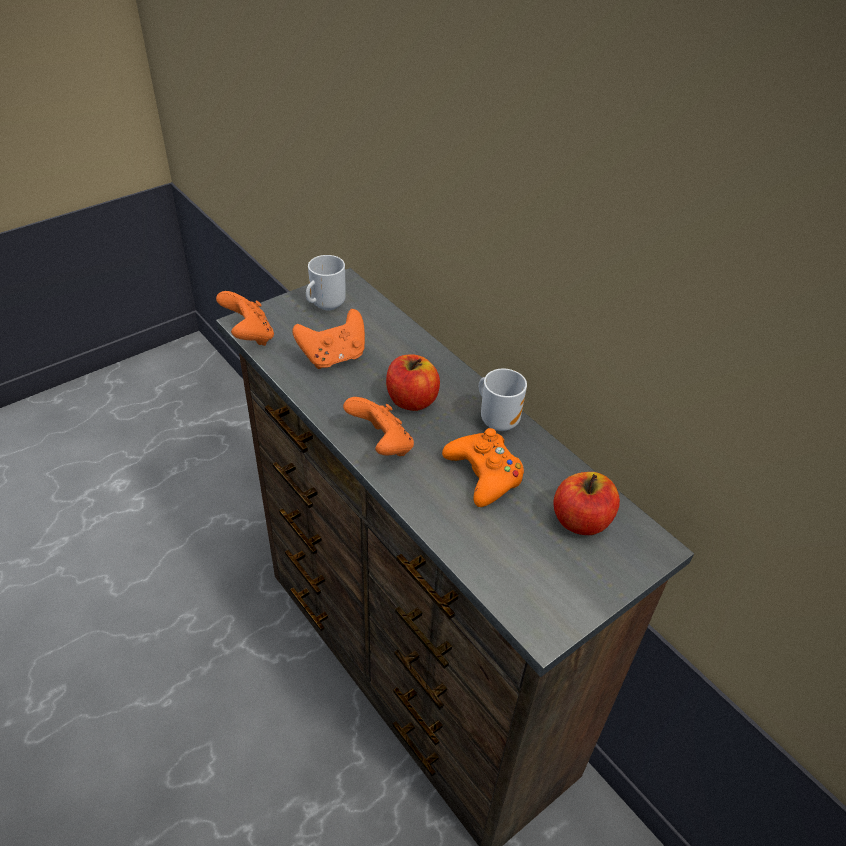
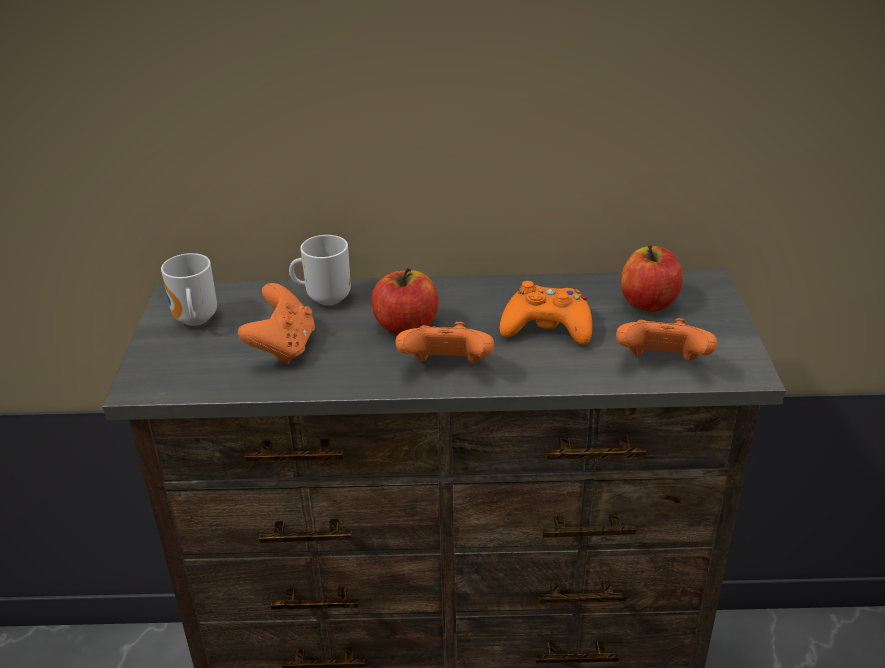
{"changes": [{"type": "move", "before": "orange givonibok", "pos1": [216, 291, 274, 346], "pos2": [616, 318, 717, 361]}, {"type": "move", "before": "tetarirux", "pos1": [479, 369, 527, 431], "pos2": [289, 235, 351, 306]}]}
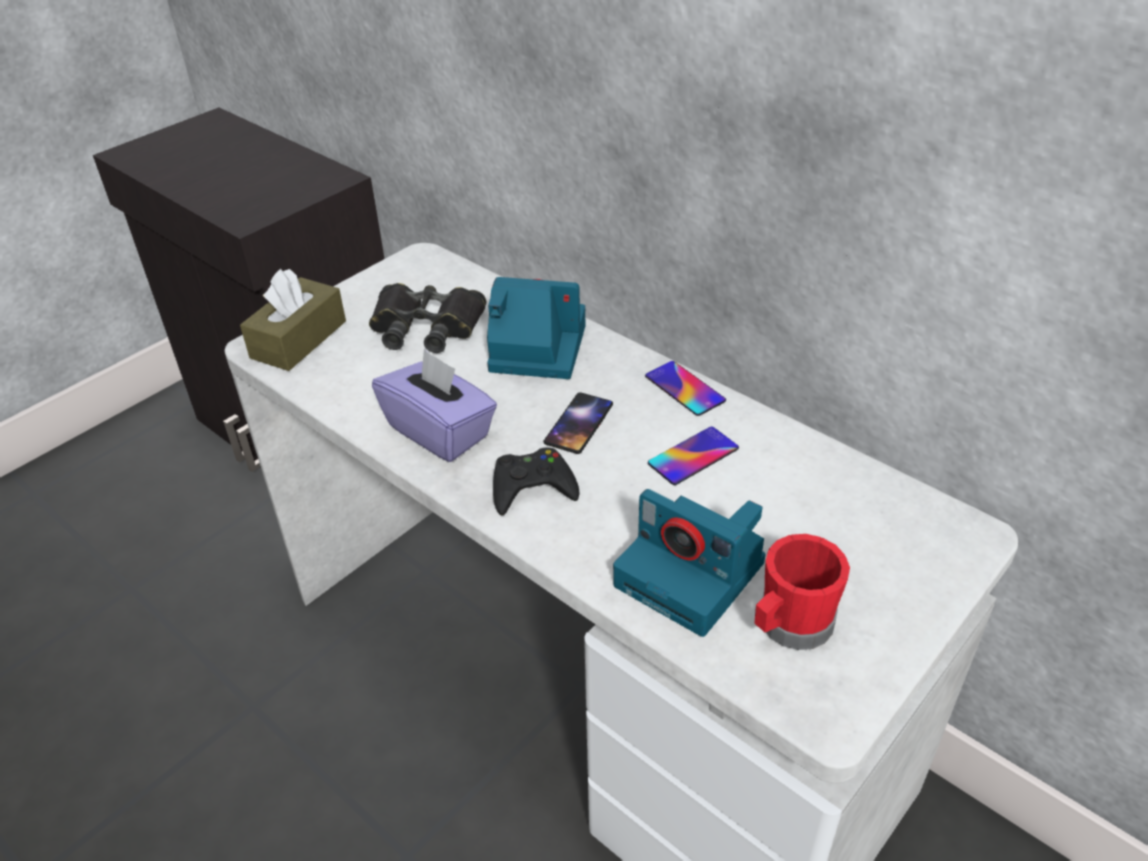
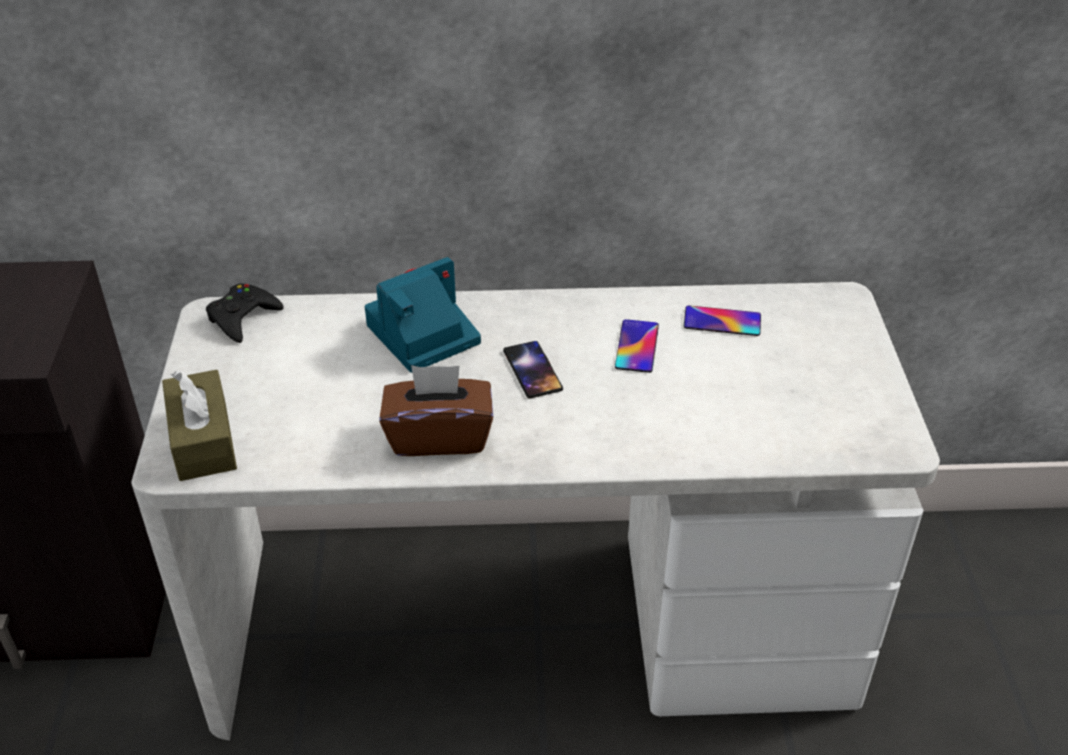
{"changes": [{"type": "delete", "before": "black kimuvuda", "pos1": [369, 283, 486, 353]}, {"type": "delete", "before": "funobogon", "pos1": [613, 489, 765, 637]}, {"type": "delete", "before": "red tetarirux", "pos1": [754, 534, 850, 650]}, {"type": "move", "before": "black givonibok", "pos1": [493, 447, 580, 515], "pos2": [206, 283, 284, 343]}, {"type": "move", "before": "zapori", "pos1": [645, 361, 726, 416], "pos2": [684, 305, 761, 336]}, {"type": "recolor", "before": "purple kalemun", "after": "brown kalemun", "pos1": [372, 349, 497, 462], "pos2": [379, 365, 493, 456]}]}
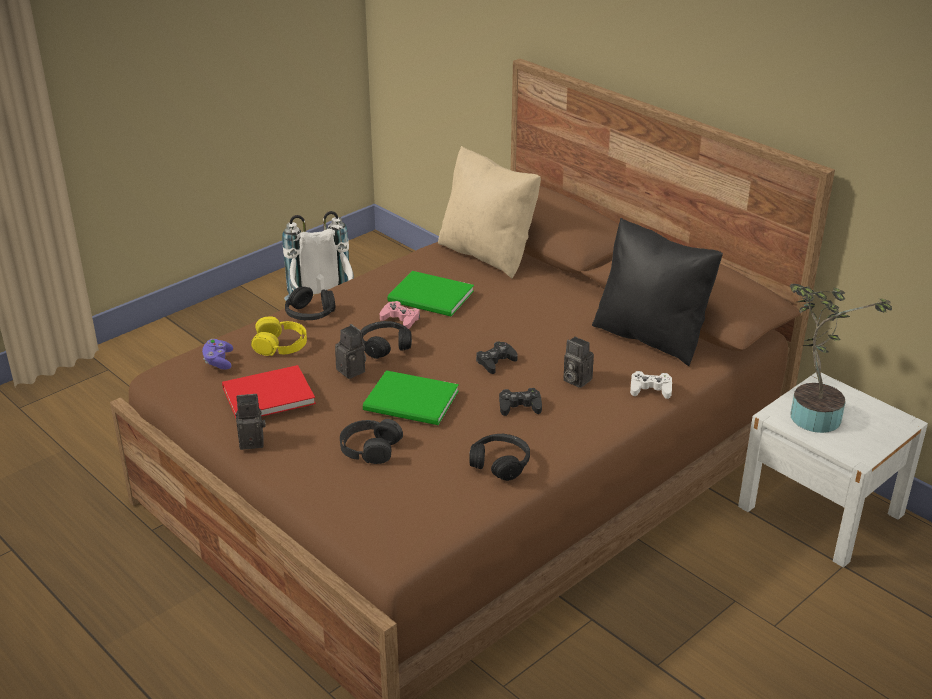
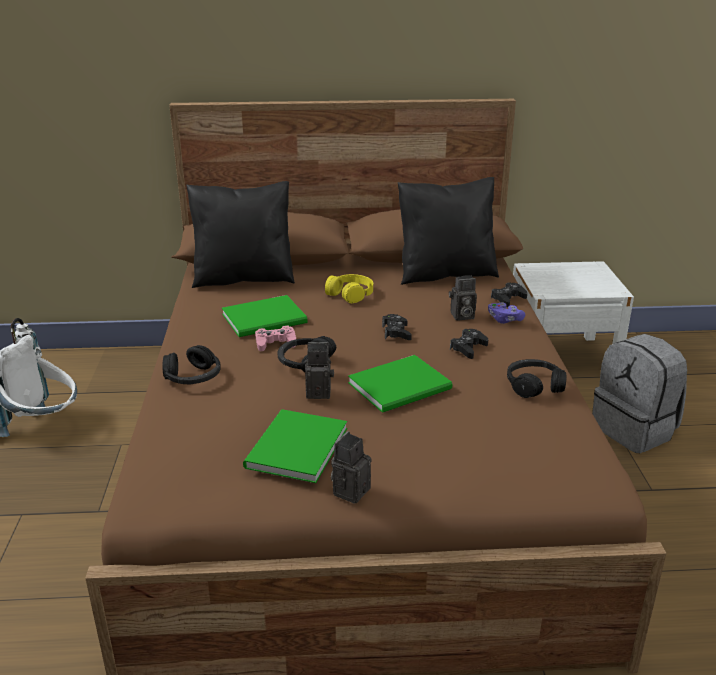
{"changes": [{"type": "delete", "before": "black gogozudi", "pos1": [340, 419, 403, 464]}, {"type": "delete", "before": "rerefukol", "pos1": [790, 284, 892, 433]}, {"type": "insert", "after": "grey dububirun", "pos2": [592, 334, 687, 453]}, {"type": "move", "before": "purple givonibok", "pos1": [202, 339, 233, 370], "pos2": [488, 302, 525, 324]}, {"type": "move", "before": "yellow gogozudi", "pos1": [251, 316, 307, 356], "pos2": [325, 274, 373, 303]}, {"type": "recolor", "before": "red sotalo", "after": "green sotalo", "pos1": [222, 365, 316, 418], "pos2": [243, 409, 347, 483]}, {"type": "recolor", "before": "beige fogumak", "after": "black fogumak", "pos1": [438, 146, 541, 279], "pos2": [186, 181, 295, 288]}, {"type": "recolor", "before": "white givonibok", "after": "black givonibok", "pos1": [630, 371, 672, 399], "pos2": [491, 282, 527, 307]}]}
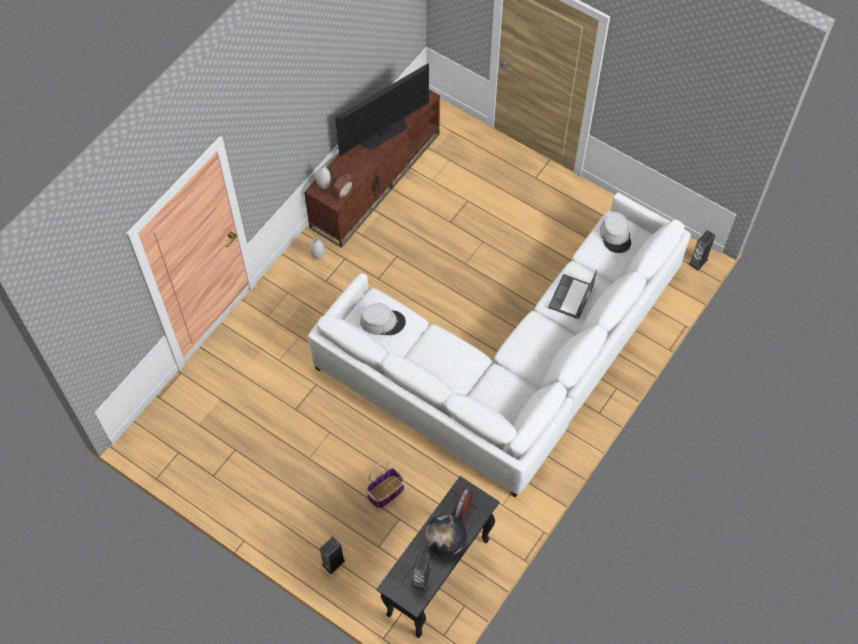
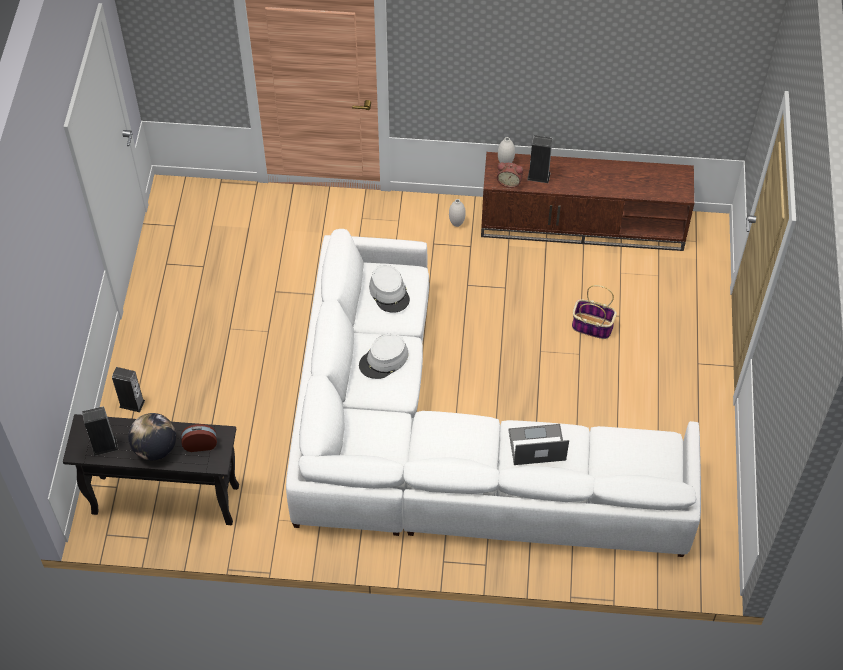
{"changes": [{"type": "delete", "before": "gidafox", "pos1": [335, 63, 429, 156]}, {"type": "move", "before": "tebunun", "pos1": [366, 461, 405, 508], "pos2": [572, 285, 617, 339]}, {"type": "move", "before": "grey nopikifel", "pos1": [600, 212, 631, 253], "pos2": [359, 334, 409, 379]}, {"type": "move", "before": "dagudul", "pos1": [689, 230, 715, 271], "pos2": [527, 135, 553, 183]}]}
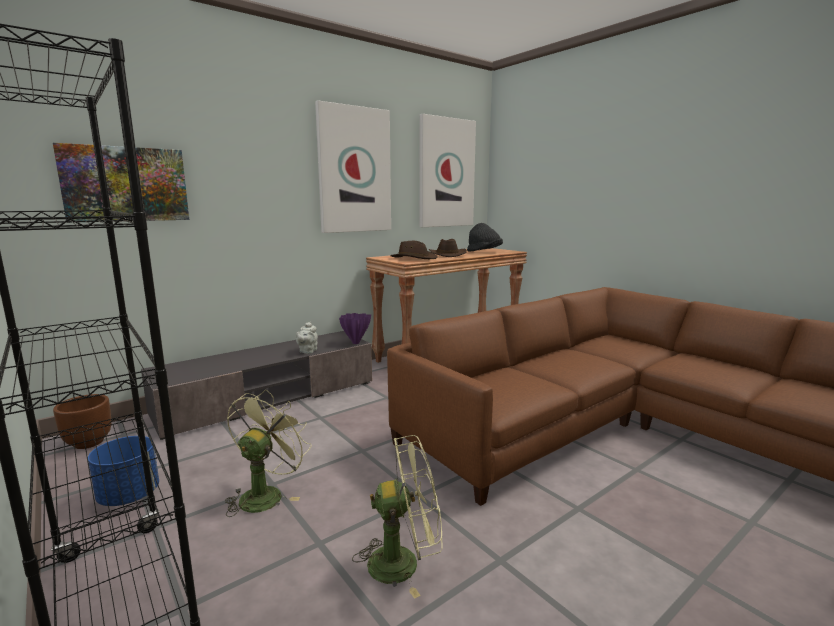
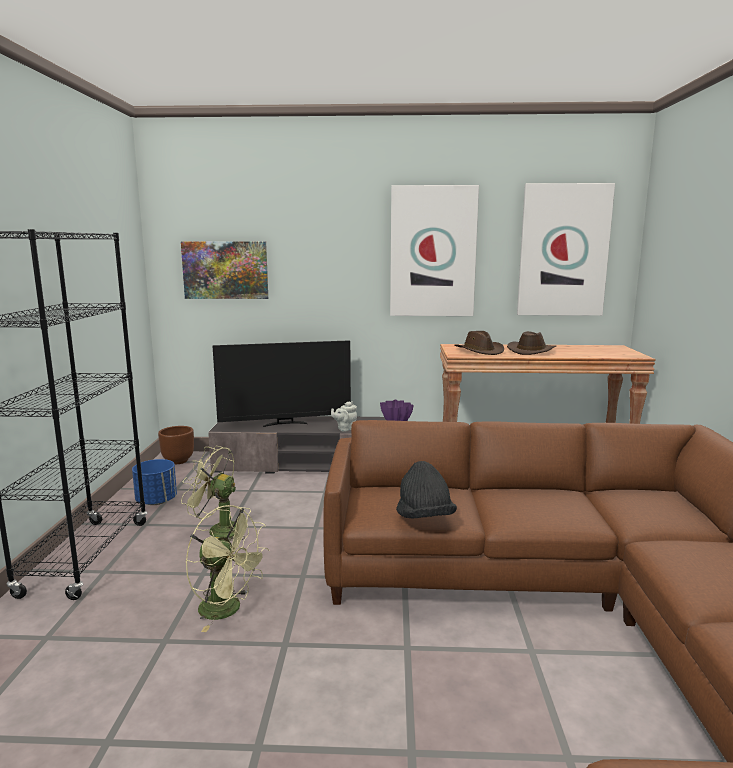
{"changes": [{"type": "insert", "after": "gidafox", "pos2": [213, 340, 351, 427]}, {"type": "move", "before": "black nopikifel", "pos1": [467, 223, 503, 252], "pos2": [396, 461, 457, 519]}, {"type": "rotate", "before": "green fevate", "pos1": [225, 390, 312, 517], "pos2": [181, 446, 245, 541], "turn": -135}]}
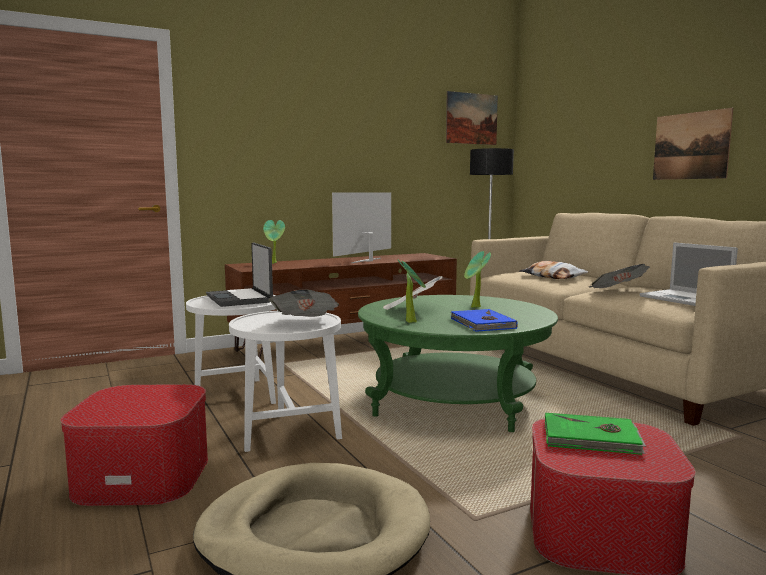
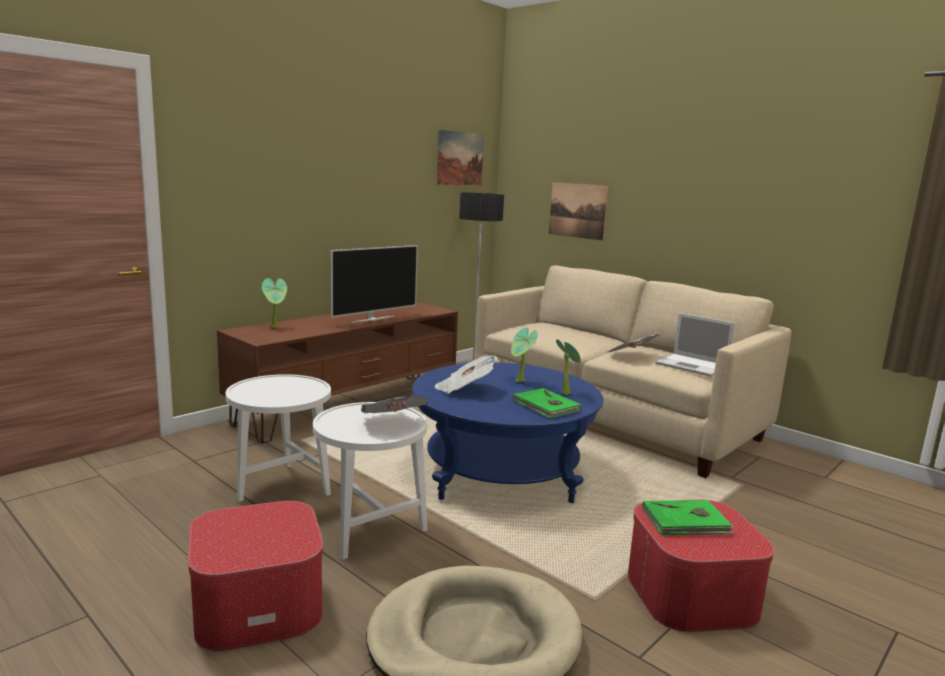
{"changes": [{"type": "delete", "before": "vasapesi", "pos1": [206, 242, 273, 307]}, {"type": "delete", "before": "fogumak", "pos1": [519, 261, 589, 279]}, {"type": "move", "before": "rerefukol", "pos1": [398, 260, 426, 323], "pos2": [556, 339, 581, 395]}, {"type": "move", "before": "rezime", "pos1": [653, 108, 733, 180], "pos2": [549, 182, 608, 241]}, {"type": "recolor", "before": "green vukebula", "after": "blue vukebula", "pos1": [358, 295, 558, 432], "pos2": [412, 362, 603, 503]}, {"type": "recolor", "before": "blue sotalo", "after": "green sotalo", "pos1": [450, 309, 518, 332], "pos2": [512, 388, 581, 419]}, {"type": "rotate", "before": "gidafox", "pos1": [332, 192, 391, 263], "pos2": [331, 245, 418, 323], "turn": -150}]}
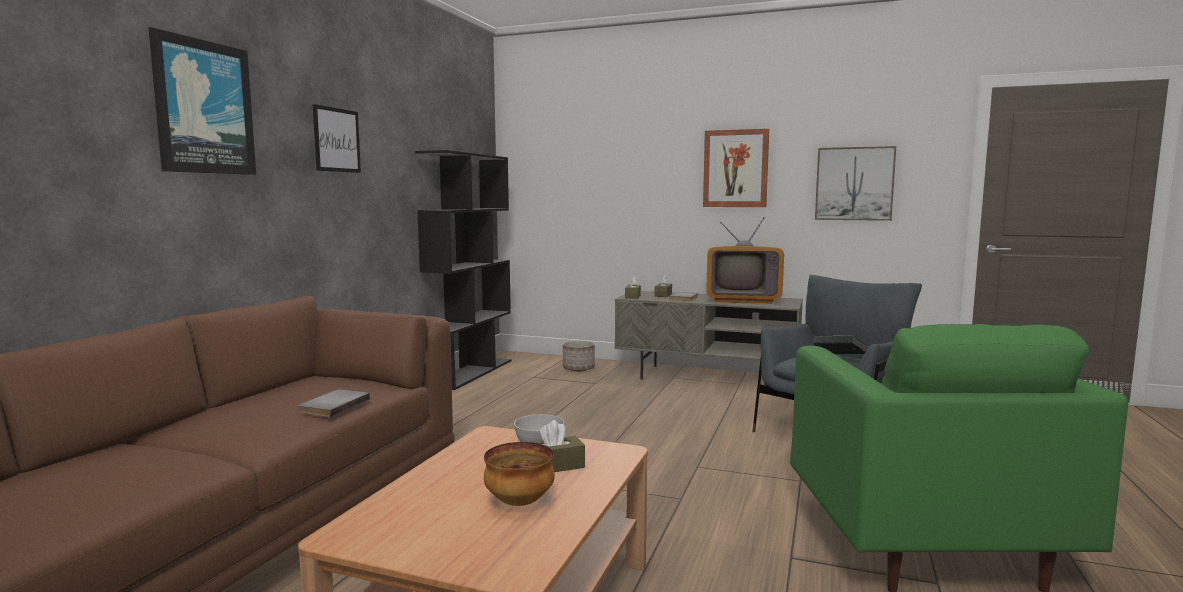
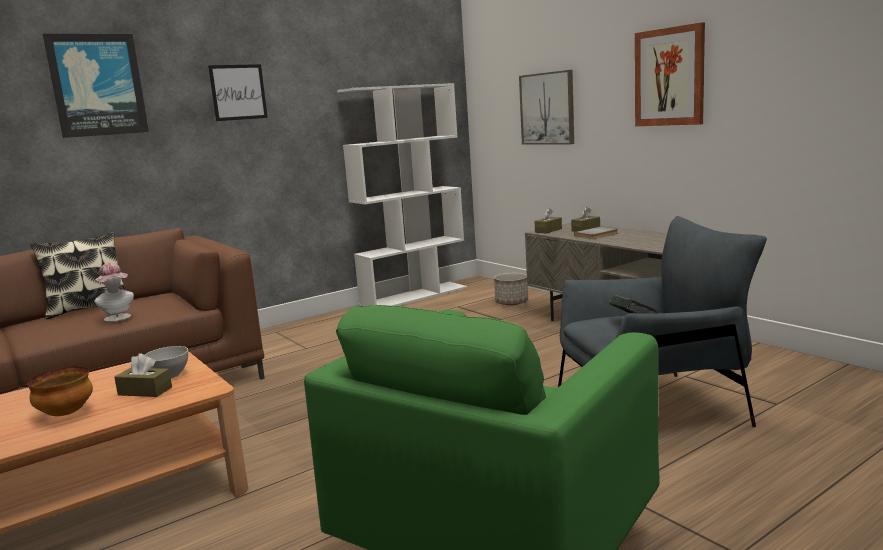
{"changes": [{"type": "delete", "before": "gidafox", "pos1": [706, 217, 784, 304]}, {"type": "insert", "after": "fogumak", "pos2": [30, 231, 125, 319]}, {"type": "move", "before": "rezime", "pos1": [815, 146, 896, 221], "pos2": [519, 70, 574, 145]}, {"type": "replace", "before": "grey sotalo", "after": "nopikifel", "pos1": [297, 389, 370, 417], "pos2": [94, 263, 134, 322]}, {"type": "recolor", "before": "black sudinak", "after": "white sudinak", "pos1": [415, 150, 512, 390], "pos2": [337, 83, 467, 306]}]}
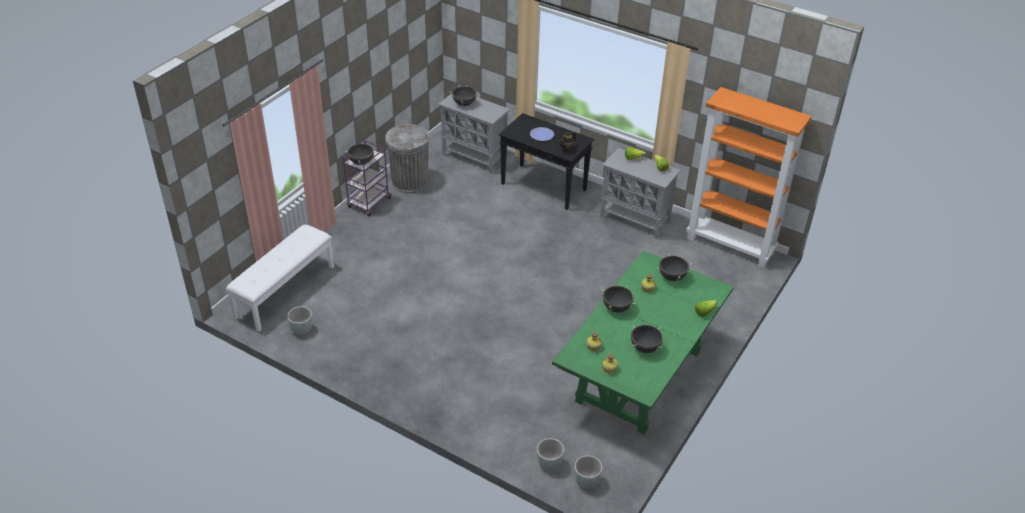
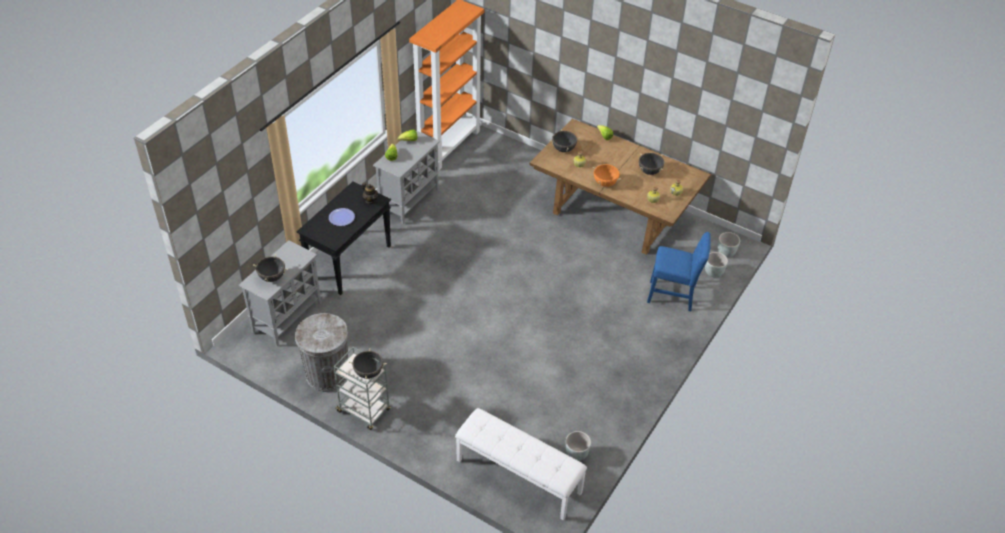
{"changes": [{"type": "insert", "after": "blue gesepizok", "pos2": [647, 232, 711, 311]}, {"type": "recolor", "before": "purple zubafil", "after": "grey zubafil", "pos1": [343, 140, 392, 216], "pos2": [334, 347, 391, 430]}, {"type": "recolor", "before": "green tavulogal", "after": "brown tavulogal", "pos1": [552, 251, 734, 434], "pos2": [530, 119, 711, 255]}, {"type": "recolor", "before": "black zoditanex", "after": "orange zoditanex", "pos1": [601, 286, 635, 313], "pos2": [593, 164, 621, 187]}]}
